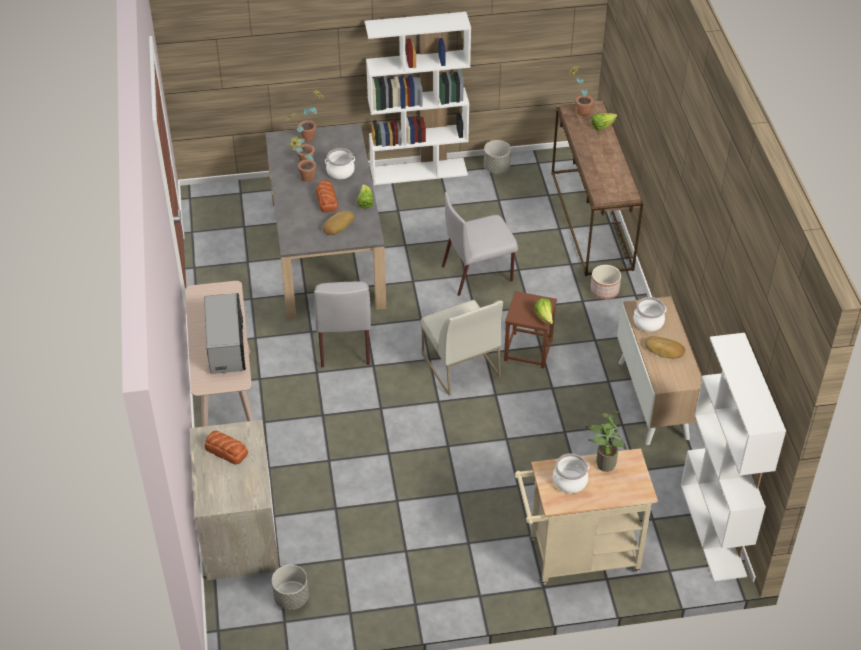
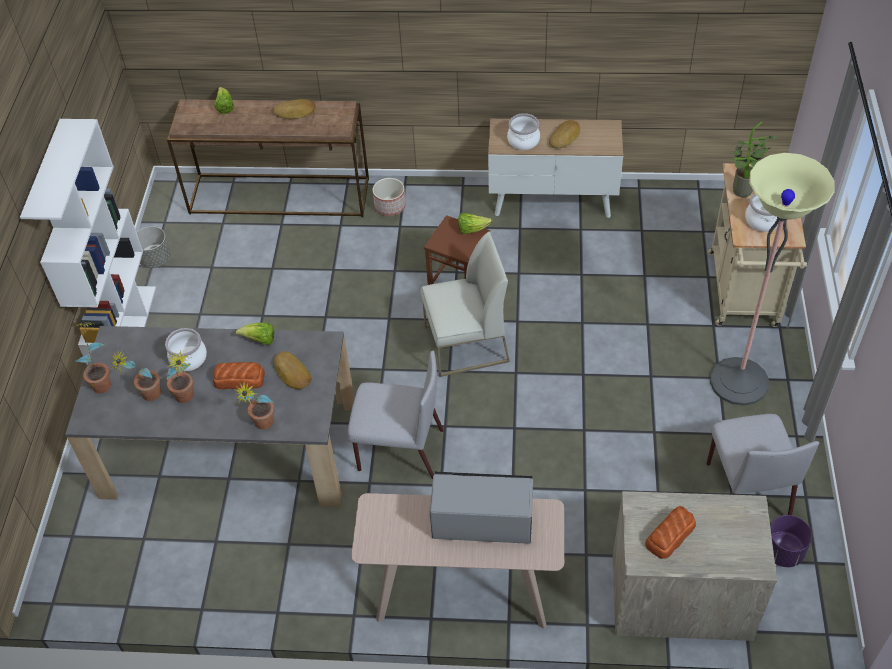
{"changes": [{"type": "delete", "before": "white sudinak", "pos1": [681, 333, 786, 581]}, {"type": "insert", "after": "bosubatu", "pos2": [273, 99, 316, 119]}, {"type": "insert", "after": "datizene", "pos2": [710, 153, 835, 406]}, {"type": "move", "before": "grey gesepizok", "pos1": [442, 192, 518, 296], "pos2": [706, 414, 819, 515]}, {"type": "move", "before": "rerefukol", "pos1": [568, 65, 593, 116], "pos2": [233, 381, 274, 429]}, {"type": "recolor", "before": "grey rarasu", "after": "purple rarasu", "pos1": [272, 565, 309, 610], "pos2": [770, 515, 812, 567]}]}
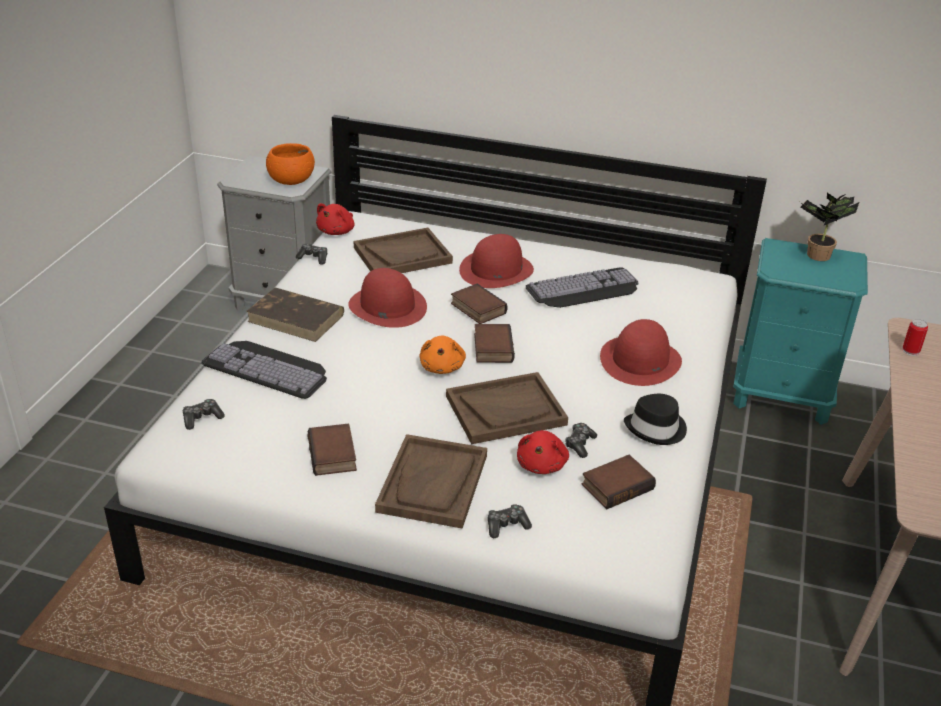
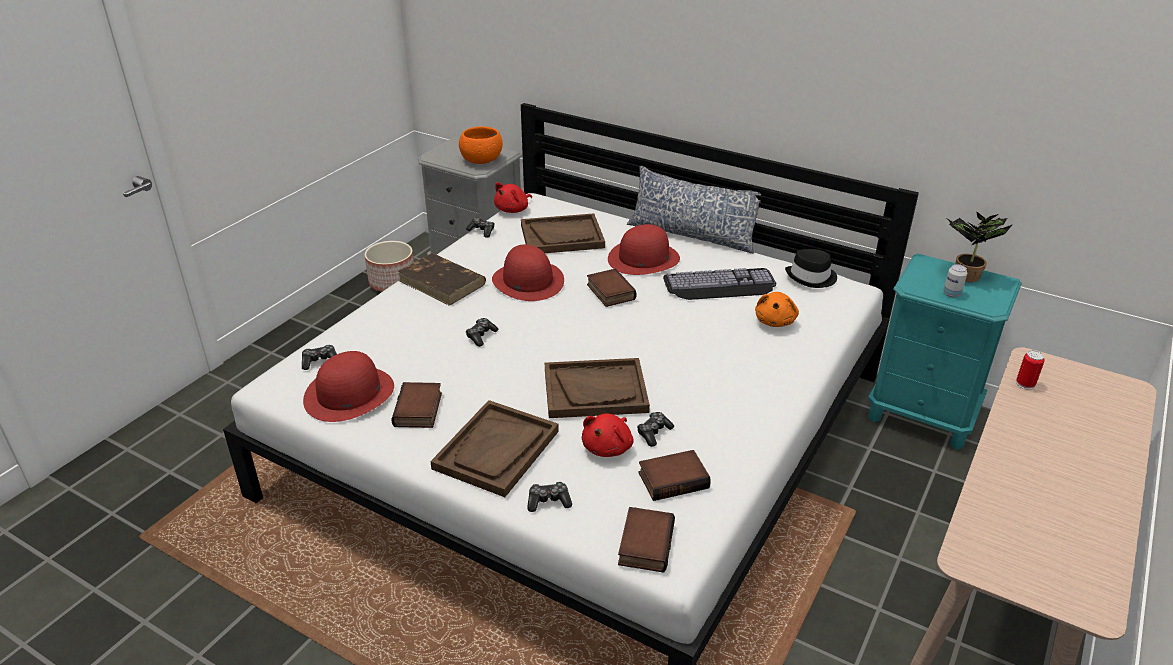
{"changes": [{"type": "delete", "before": "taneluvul", "pos1": [201, 341, 327, 399]}, {"type": "insert", "after": "rarasu", "pos2": [364, 241, 414, 292]}, {"type": "insert", "after": "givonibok", "pos2": [466, 318, 499, 347]}, {"type": "insert", "after": "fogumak", "pos2": [627, 166, 761, 254]}, {"type": "insert", "after": "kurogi", "pos2": [943, 264, 967, 297]}, {"type": "move", "before": "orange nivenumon", "pos1": [419, 336, 466, 374], "pos2": [755, 292, 799, 327]}, {"type": "move", "before": "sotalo", "pos1": [474, 324, 515, 363], "pos2": [618, 507, 675, 573]}, {"type": "move", "before": "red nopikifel", "pos1": [600, 319, 682, 386], "pos2": [303, 351, 394, 422]}, {"type": "move", "before": "black nopikifel", "pos1": [624, 394, 687, 445], "pos2": [785, 249, 837, 288]}]}
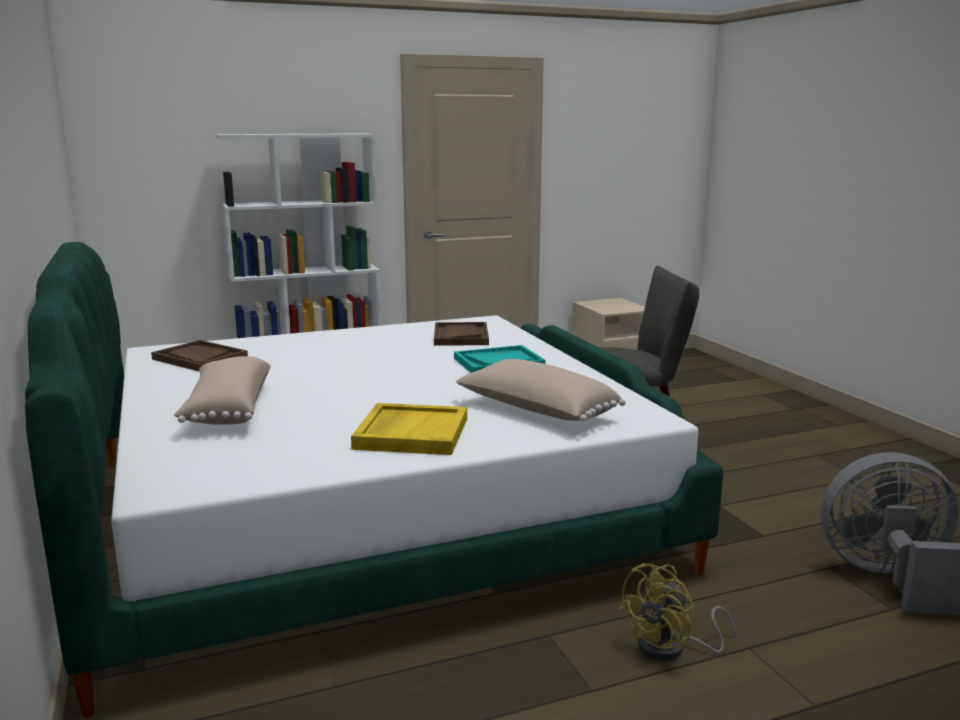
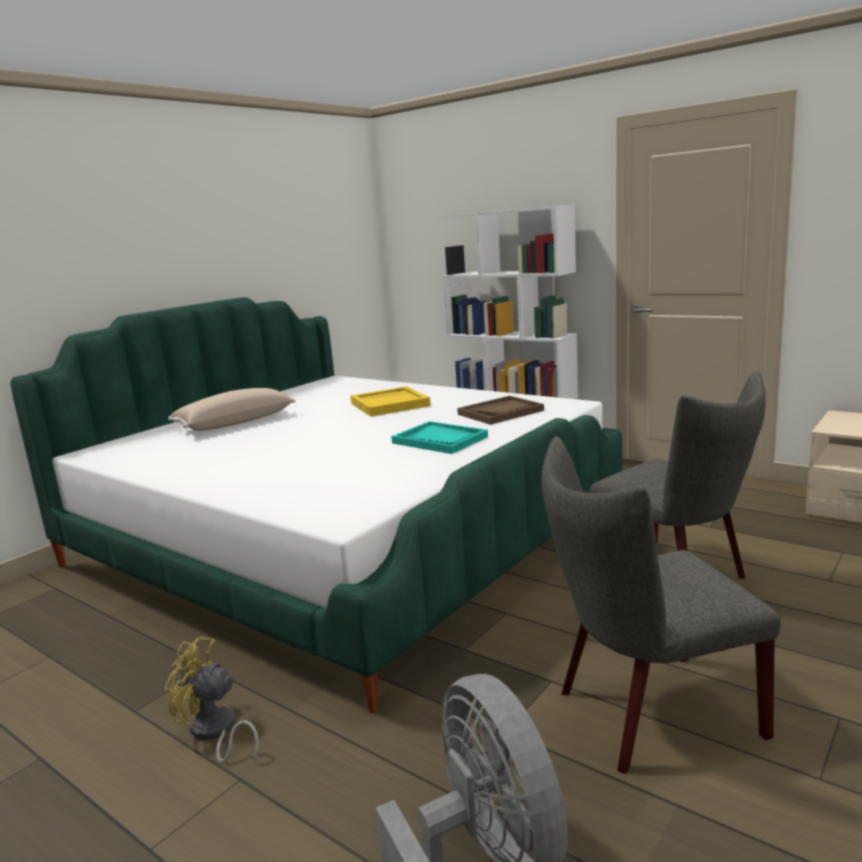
{"changes": [{"type": "delete", "before": "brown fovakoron", "pos1": [151, 340, 248, 372]}, {"type": "delete", "before": "beige fogumak", "pos1": [456, 359, 626, 422]}, {"type": "insert", "after": "grey gesepizok", "pos2": [542, 437, 781, 774]}, {"type": "move", "before": "yellow fovakoron", "pos1": [351, 403, 467, 455], "pos2": [350, 386, 431, 417]}]}
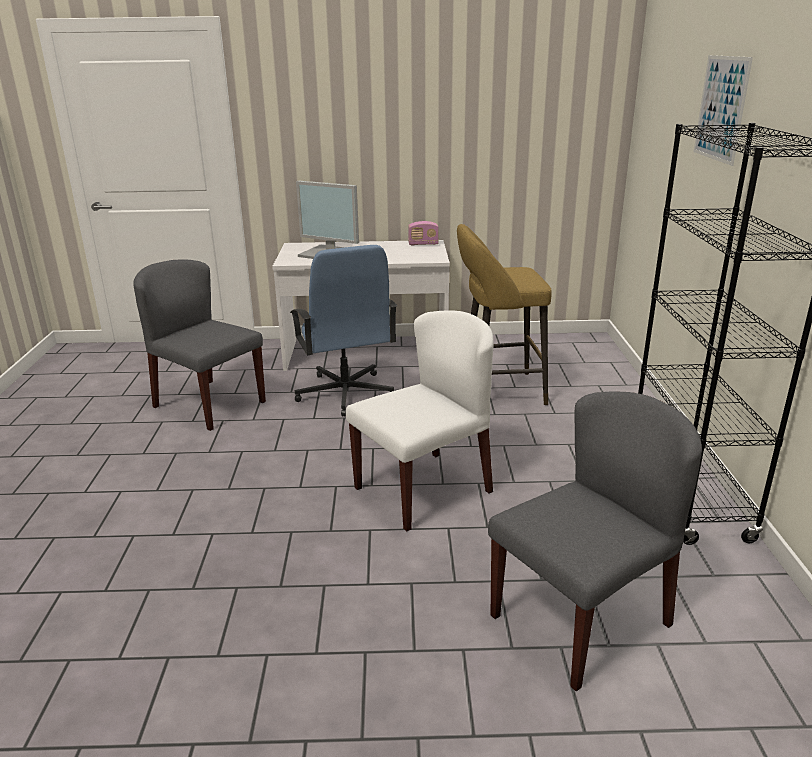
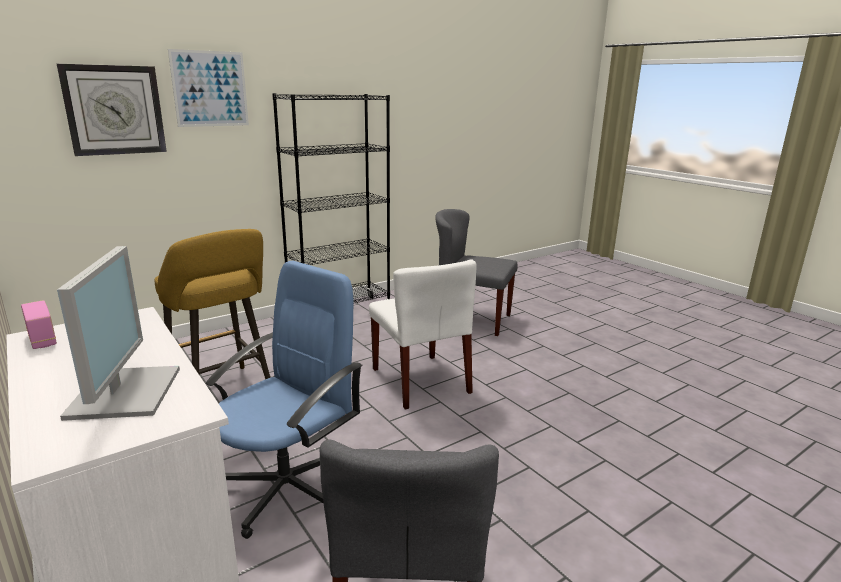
{"changes": [{"type": "insert", "after": "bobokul", "pos2": [57, 64, 167, 156]}, {"type": "rotate", "before": "white gesepizok", "pos1": [346, 310, 494, 531], "pos2": [369, 260, 476, 409], "turn": -135}]}
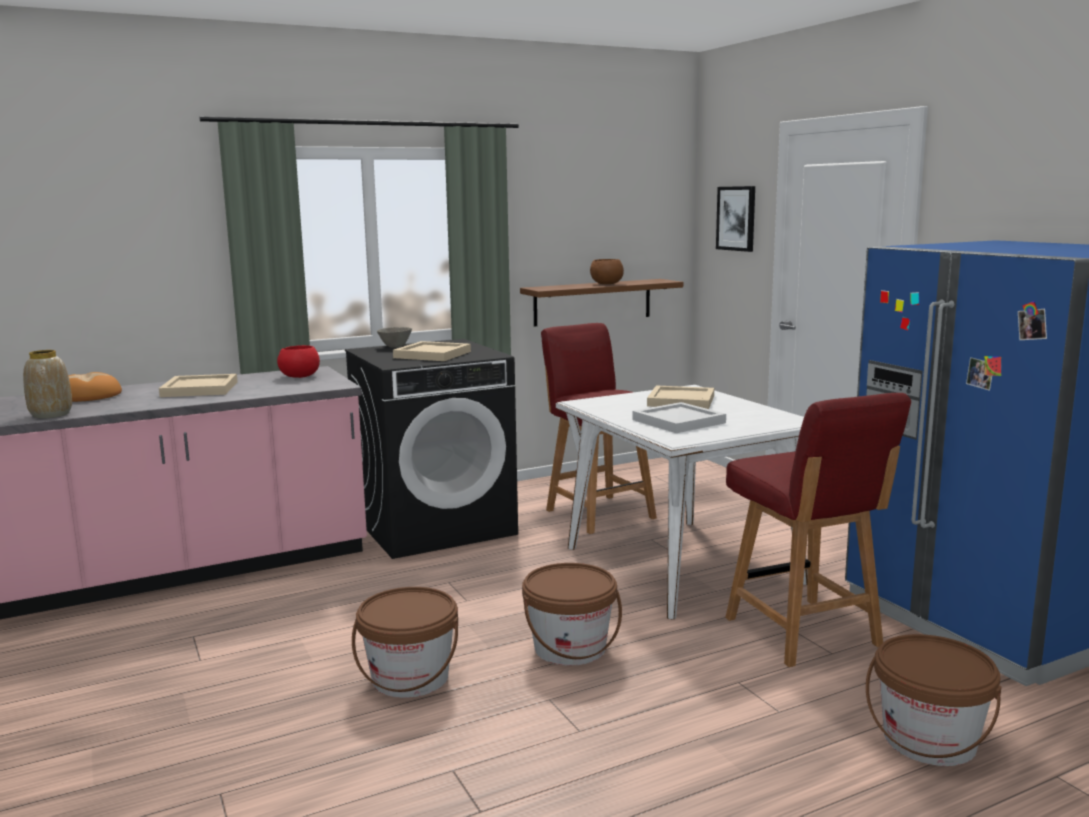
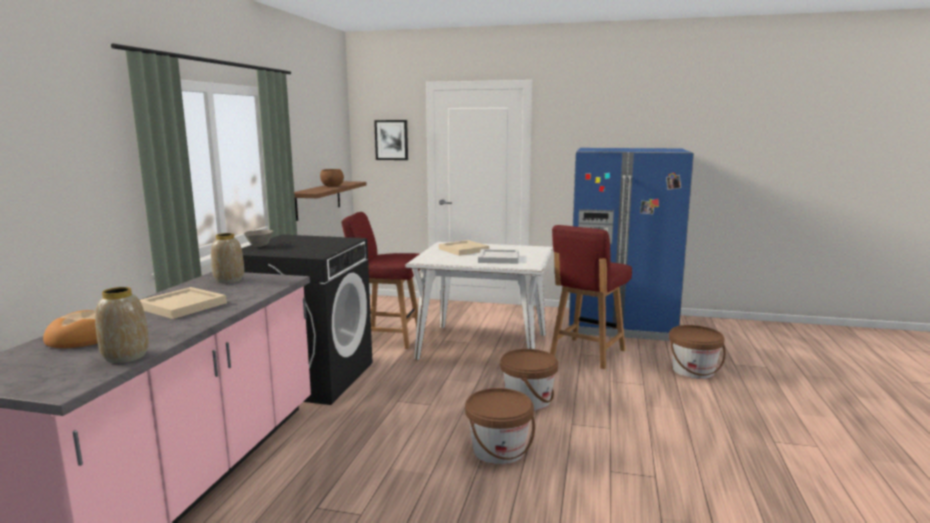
{"changes": [{"type": "delete", "before": "beige fovakoron", "pos1": [393, 341, 471, 361]}, {"type": "replace", "before": "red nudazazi", "after": "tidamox", "pos1": [277, 345, 320, 378], "pos2": [211, 233, 244, 283]}, {"type": "rotate", "before": "red gesepizok", "pos1": [725, 393, 911, 667], "pos2": [550, 225, 632, 369], "turn": 105}]}
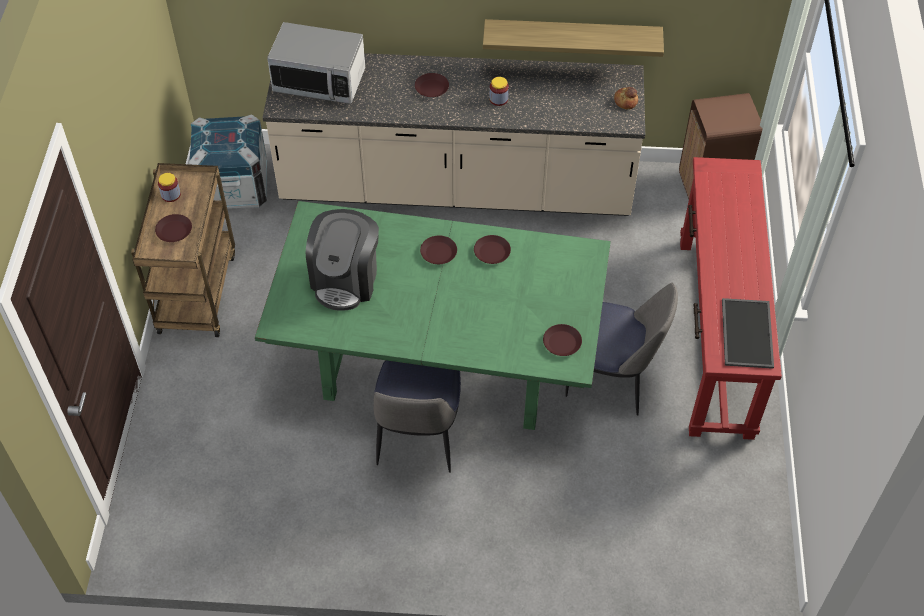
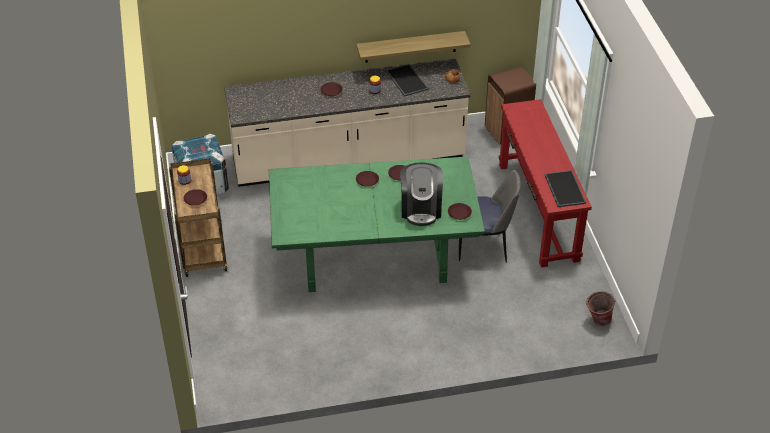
{"changes": [{"type": "delete", "before": "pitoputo", "pos1": [267, 22, 365, 104]}, {"type": "delete", "before": "gesepizok", "pos1": [373, 360, 461, 473]}, {"type": "insert", "after": "fovakoron", "pos2": [385, 64, 429, 97]}, {"type": "insert", "after": "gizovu", "pos2": [586, 291, 616, 326]}, {"type": "move", "before": "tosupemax", "pos1": [306, 209, 379, 311], "pos2": [400, 162, 443, 226]}]}
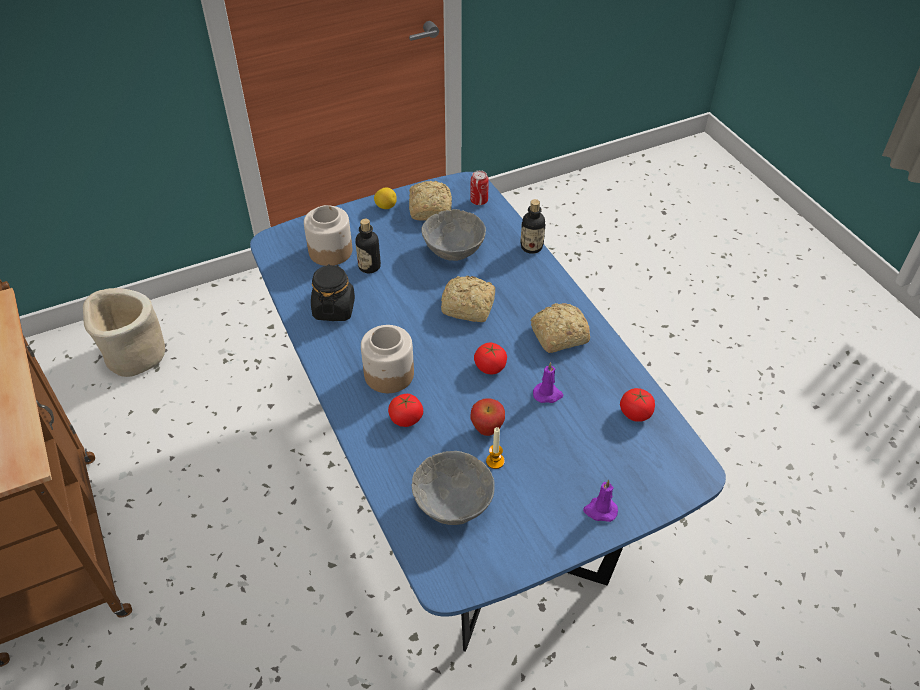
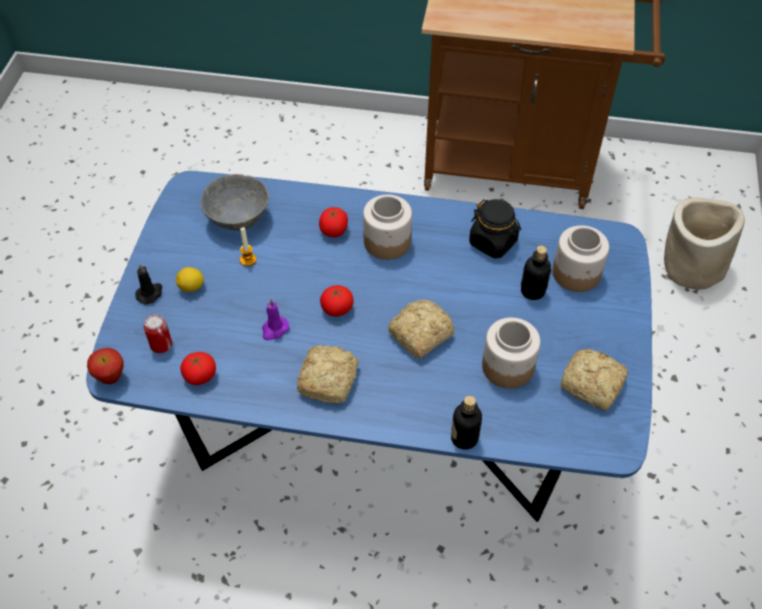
{"changes": [{"type": "move", "before": "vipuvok", "pos1": [374, 187, 397, 209], "pos2": [176, 267, 204, 292]}, {"type": "move", "before": "kurogi", "pos1": [470, 170, 489, 205], "pos2": [144, 314, 172, 353]}, {"type": "move", "before": "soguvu", "pos1": [470, 398, 505, 436], "pos2": [87, 348, 124, 384]}, {"type": "replace", "before": "grey nudazazi", "after": "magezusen", "pos1": [421, 209, 486, 261], "pos2": [482, 317, 540, 389]}, {"type": "recolor", "before": "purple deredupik", "after": "black deredupik", "pos1": [583, 480, 618, 522], "pos2": [135, 264, 162, 305]}]}
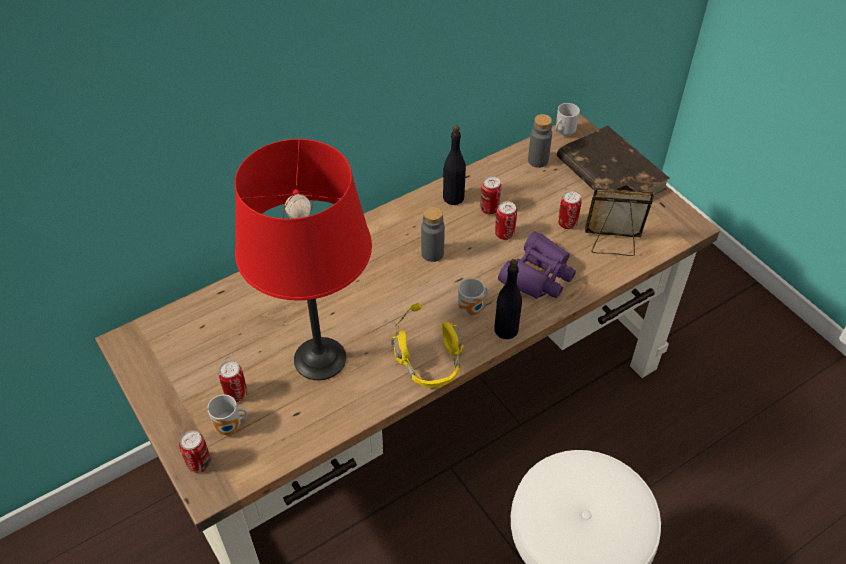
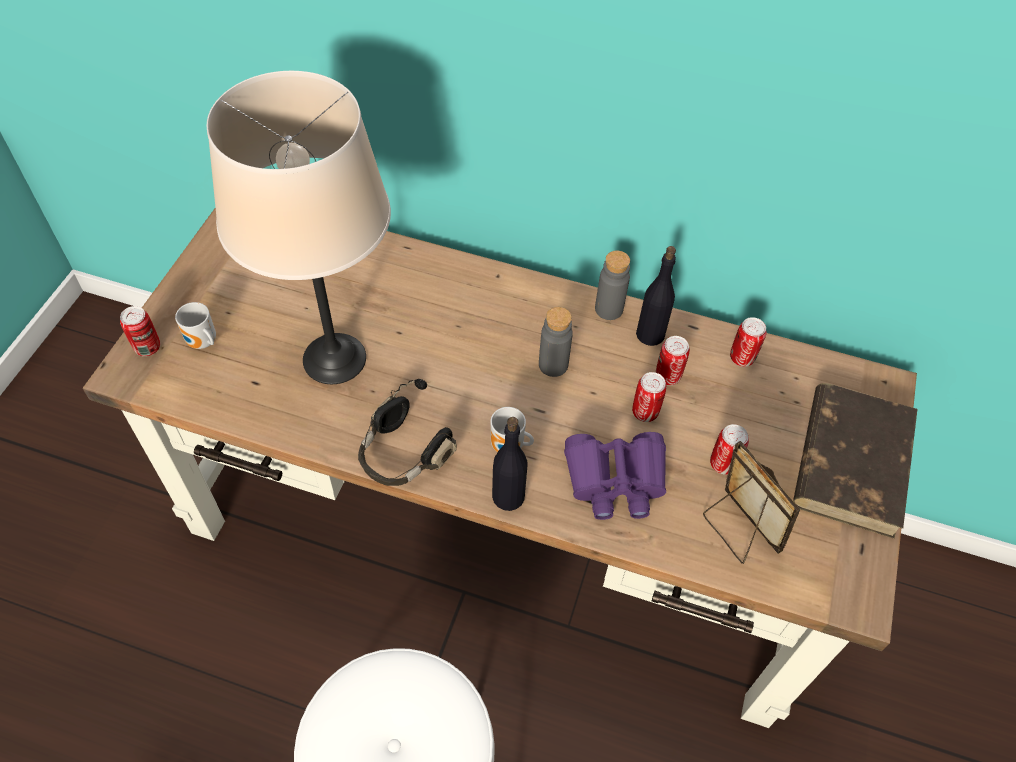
{"changes": [{"type": "delete", "before": "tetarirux", "pos1": [555, 103, 580, 136]}, {"type": "move", "before": "kurogi", "pos1": [218, 361, 247, 402], "pos2": [730, 317, 766, 367]}, {"type": "move", "before": "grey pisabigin", "pos1": [528, 114, 552, 168], "pos2": [595, 251, 630, 320]}, {"type": "recolor", "before": "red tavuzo", "after": "beige tavuzo", "pos1": [235, 139, 372, 380], "pos2": [207, 71, 391, 384]}, {"type": "recolor", "before": "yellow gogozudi", "after": "black gogozudi", "pos1": [391, 303, 464, 388], "pos2": [358, 379, 457, 486]}]}
